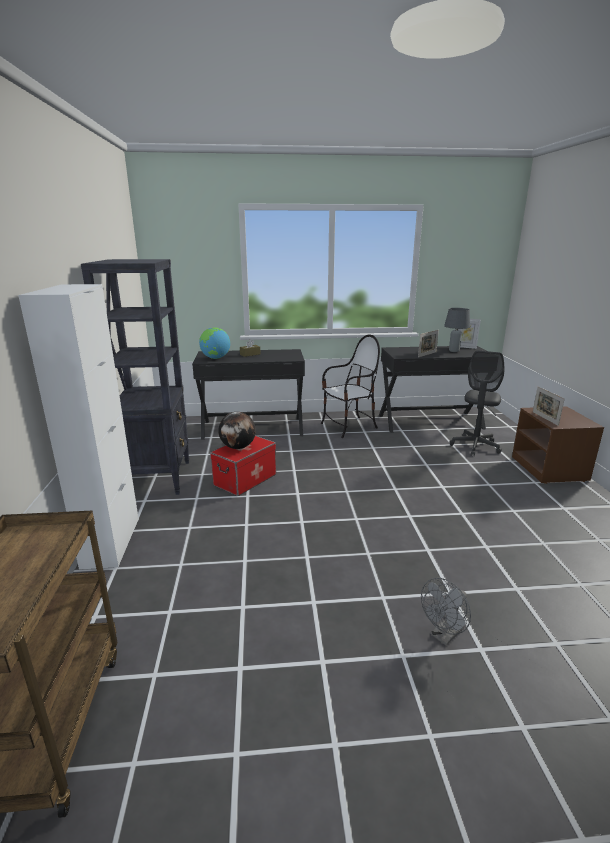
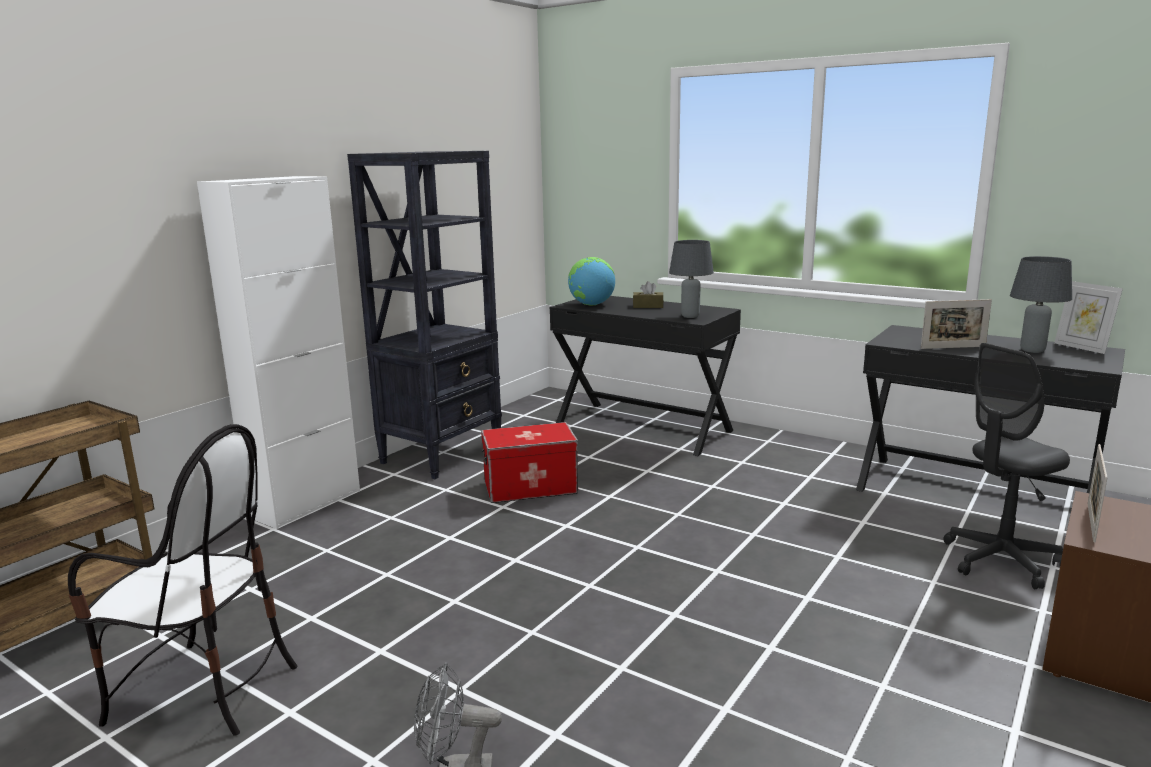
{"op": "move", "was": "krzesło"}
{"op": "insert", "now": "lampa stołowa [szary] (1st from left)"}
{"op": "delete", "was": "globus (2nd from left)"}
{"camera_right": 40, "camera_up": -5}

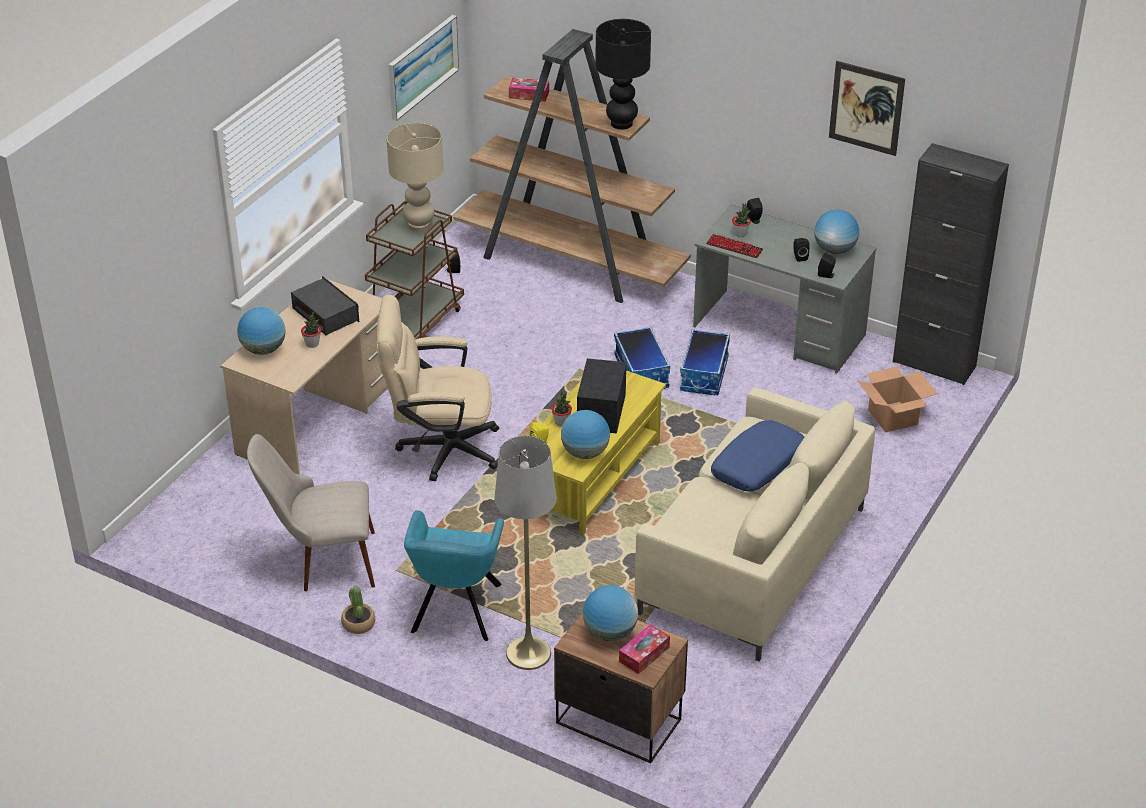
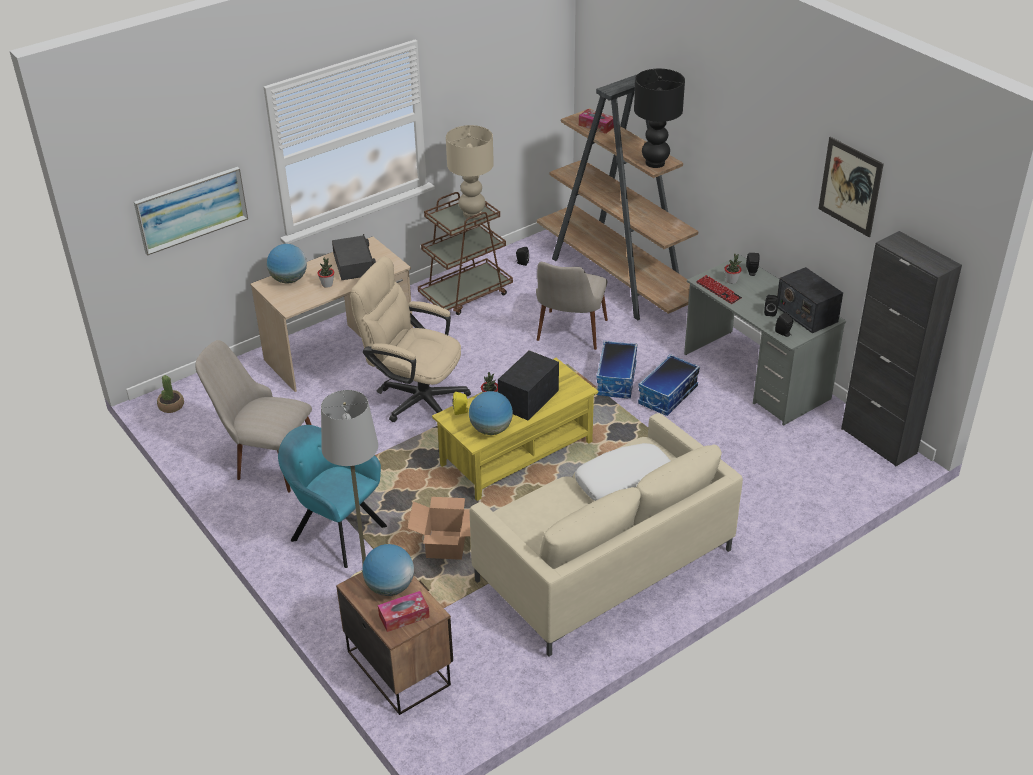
{"op": "move", "was": "obraz (1st from left)"}
{"op": "move", "was": "roślina doniczkowa (2nd from left in the first image)", "now": "roślina doniczkowa (1st from left)"}
{"op": "rotate", "was": "fotel [turkusowy]", "clockwise": 90}
{"op": "move", "was": "karton"}
{"op": "insert", "now": "krzesło [beżowy] (2nd from left)"}
{"op": "recolor", "was": "poduszka [niebieski]", "now": "poduszka [biały]"}
{"op": "replace", "was": "globus (4th from left)", "now": "radio (3rd from left)"}
{"camera_right": 25, "camera_up": 0}

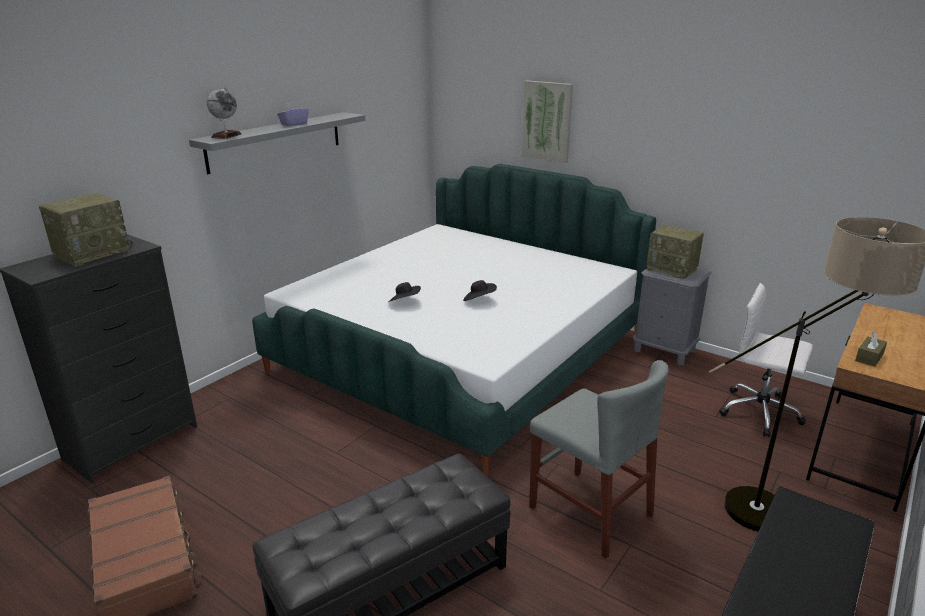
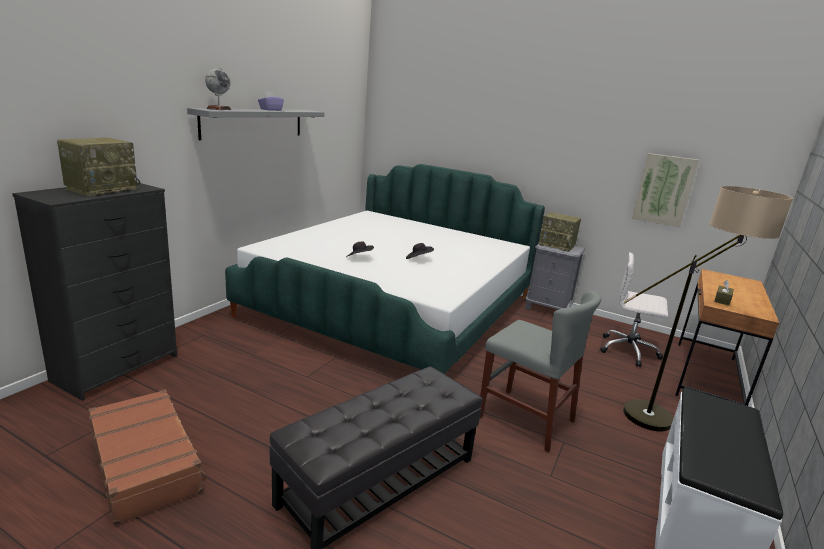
{"op": "move", "was": "obraz"}
{"camera_right": -10, "camera_up": -5}

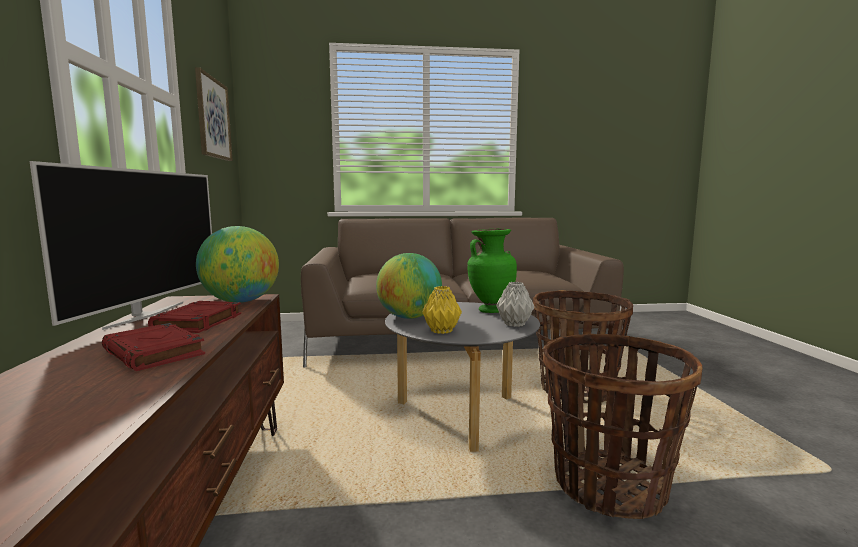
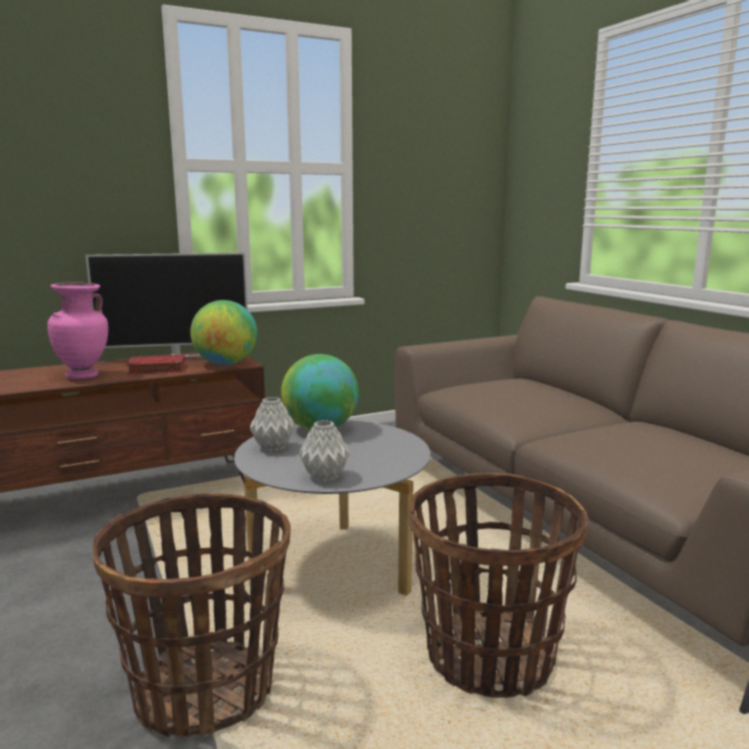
{"op": "replace", "was": "książka [czerwony] (1st from left)", "now": "wazon [różowy]"}
{"op": "recolor", "was": "wazon [żółty]", "now": "wazon [szary] (1st from left)"}
{"op": "delete", "was": "obraz"}
{"op": "delete", "was": "wazon [zielony]"}
{"camera_right": 70, "camera_up": 5}

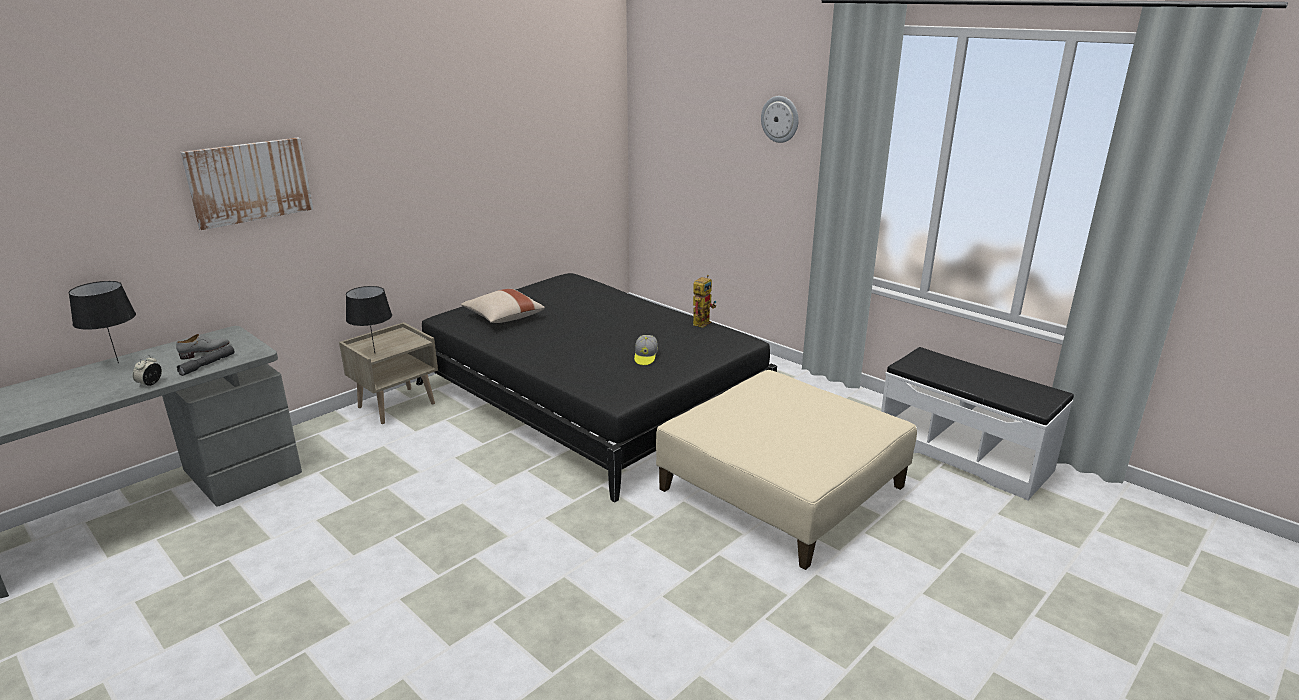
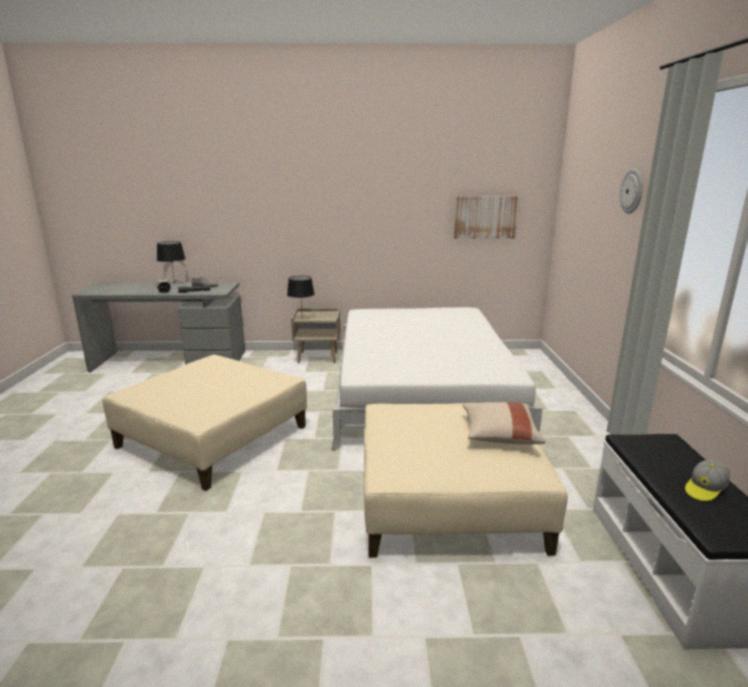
{"op": "insert", "now": "pufa [beżowy] (1st from left)"}
{"op": "recolor", "was": "łóżko [czarny]", "now": "łóżko [biały]"}
{"op": "move", "was": "obraz"}
{"op": "move", "was": "poduszka [beżowy]"}
{"op": "move", "was": "czapka z daszkiem"}
{"op": "delete", "was": "robot zabawkowy"}
{"camera_right": 45, "camera_up": -5}

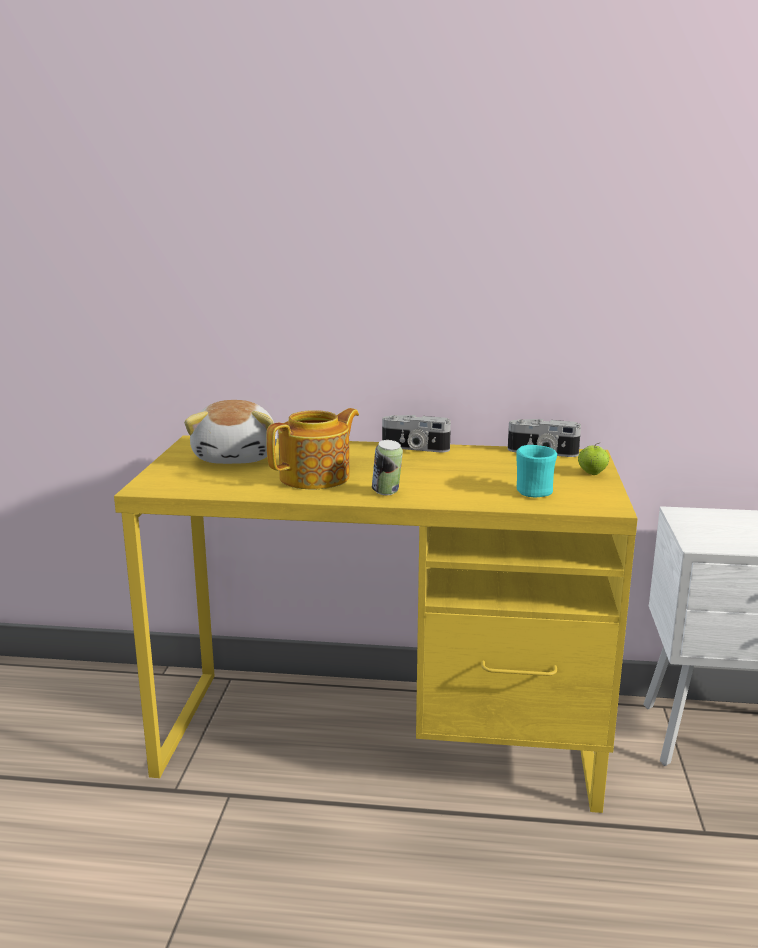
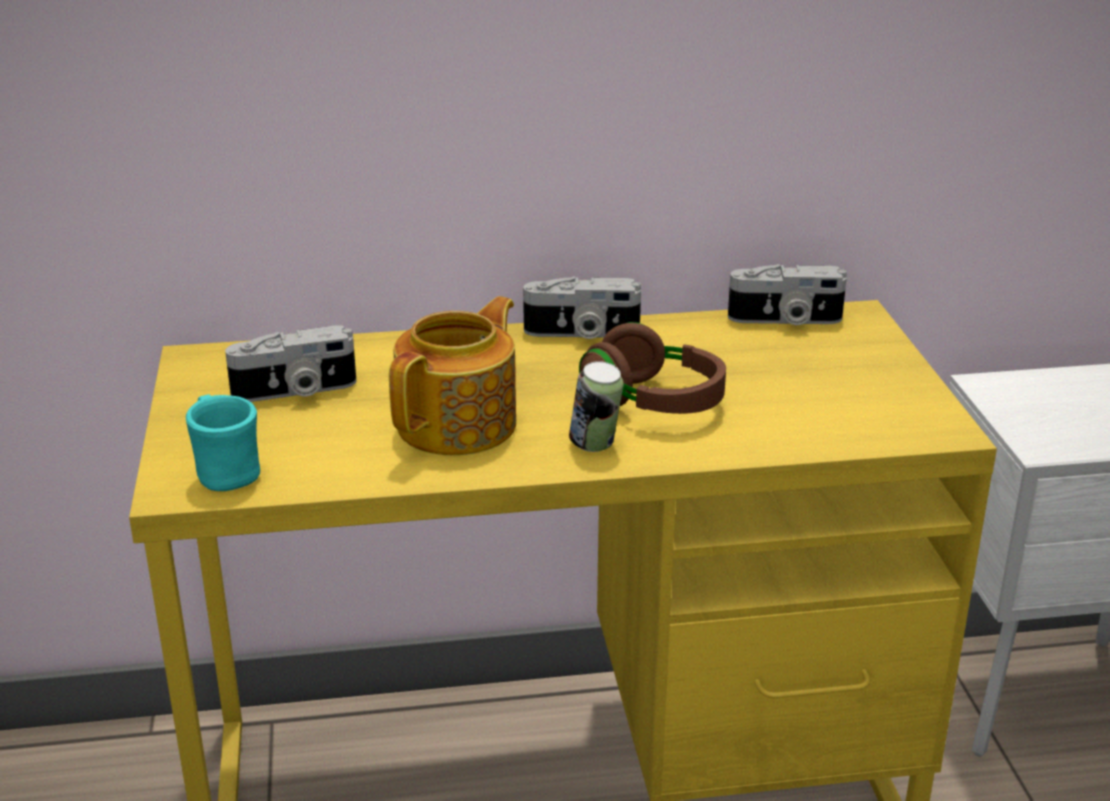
{"op": "move", "was": "kubek [turkusowy]"}
{"op": "replace", "was": "pluszak", "now": "aparat fotograficzny (1st from left)"}
{"op": "insert", "now": "słuchawki [brązowy]"}
{"op": "delete", "was": "jabłko"}
{"camera_right": -15, "camera_up": 10}

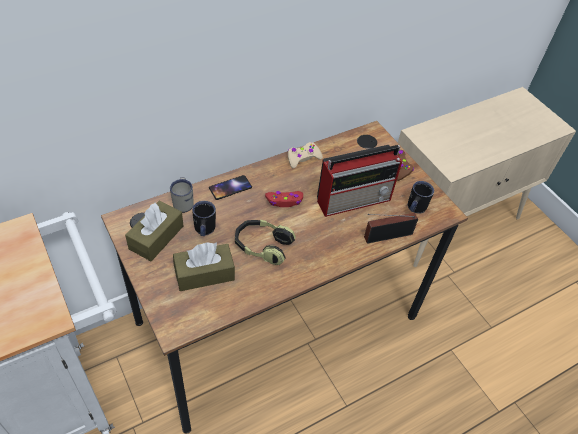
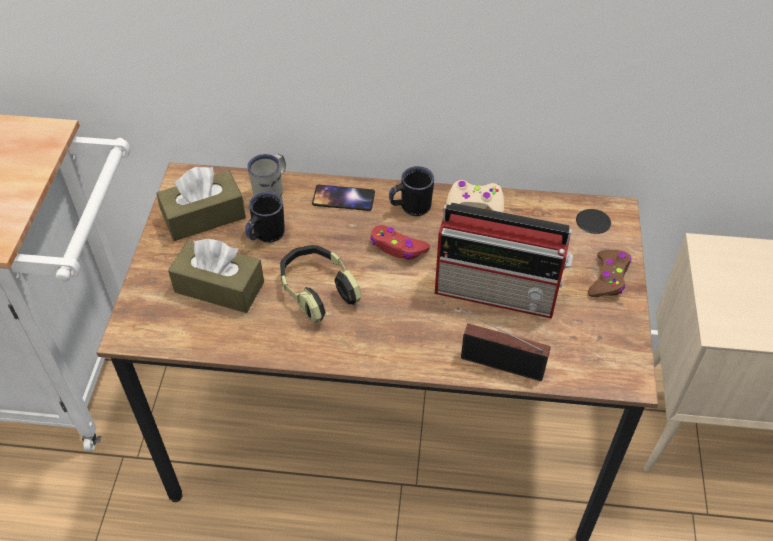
{"op": "move", "was": "kubek [czarny] (2nd from left)"}
{"camera_right": 40, "camera_up": 0}

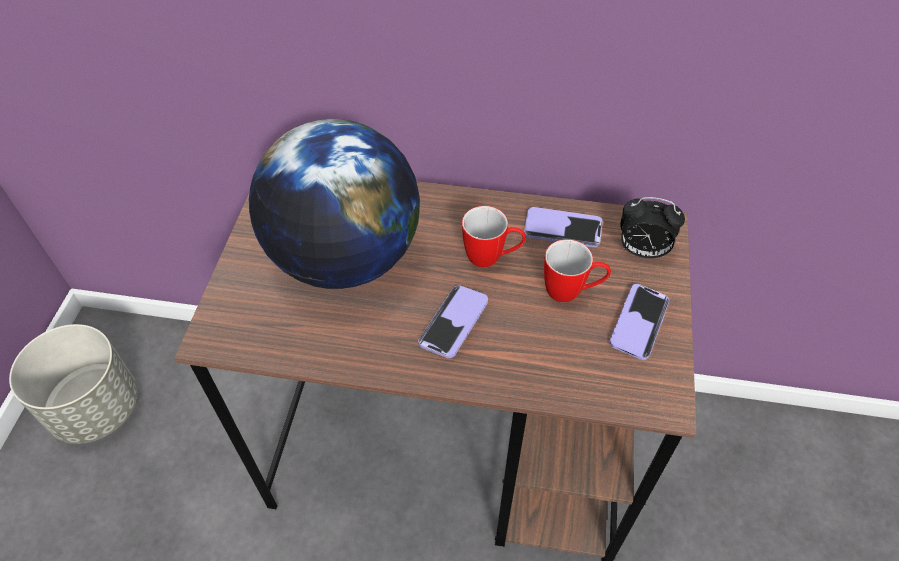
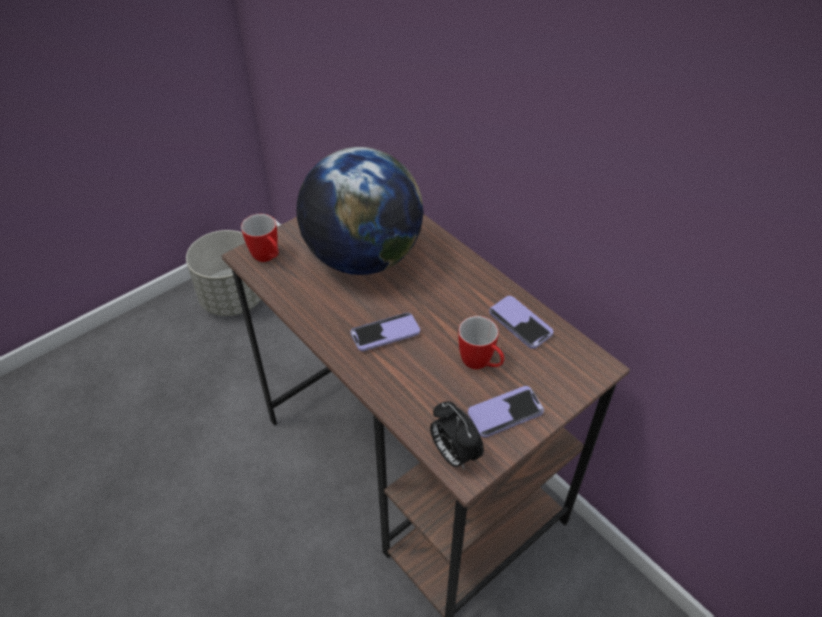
{"op": "move", "was": "kubek (1st from left)"}
{"op": "move", "was": "budzik"}
{"camera_right": 40, "camera_up": -5}

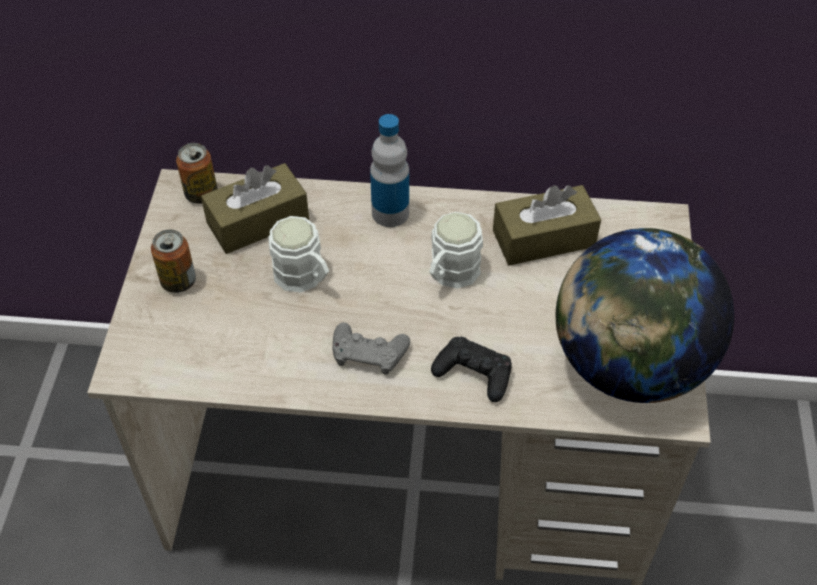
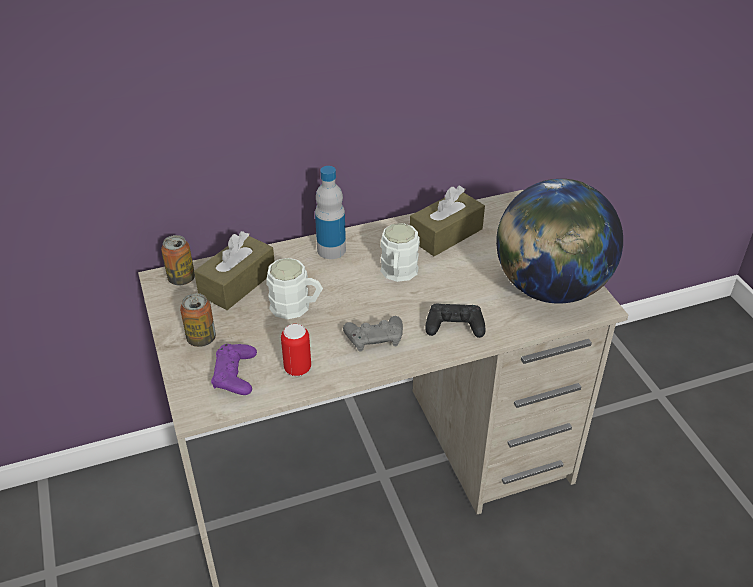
{"op": "insert", "now": "pad do gier [fioletowy]"}
{"op": "insert", "now": "puszka (3rd from left)"}
{"camera_right": -25, "camera_up": -10}

